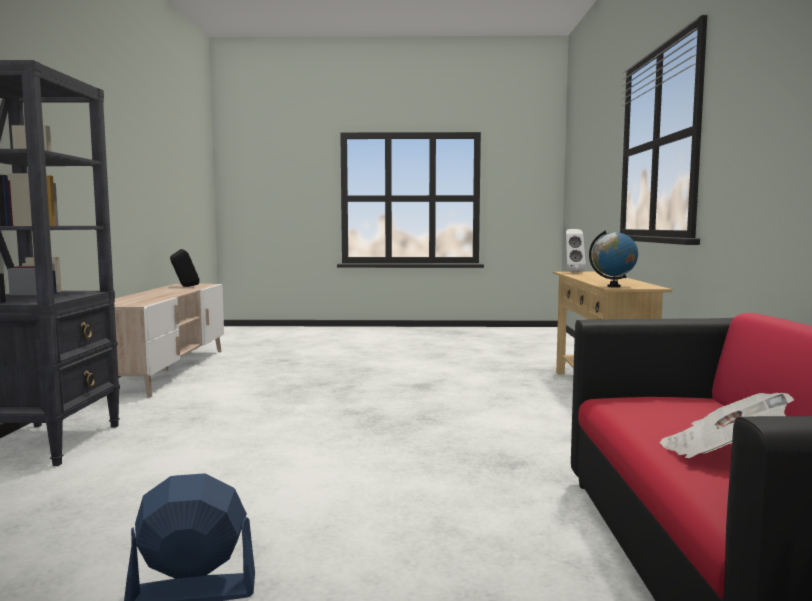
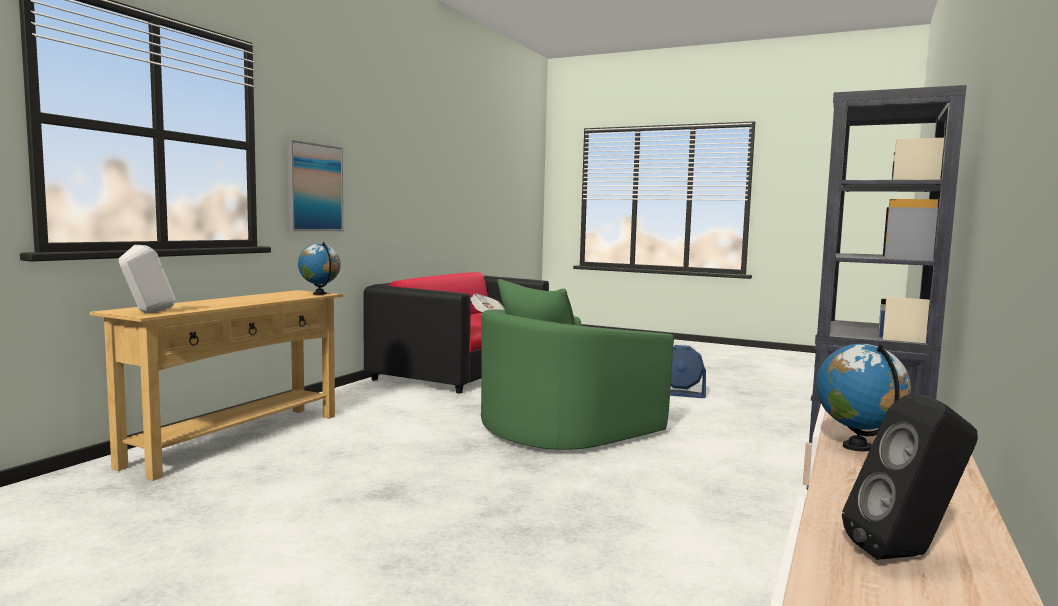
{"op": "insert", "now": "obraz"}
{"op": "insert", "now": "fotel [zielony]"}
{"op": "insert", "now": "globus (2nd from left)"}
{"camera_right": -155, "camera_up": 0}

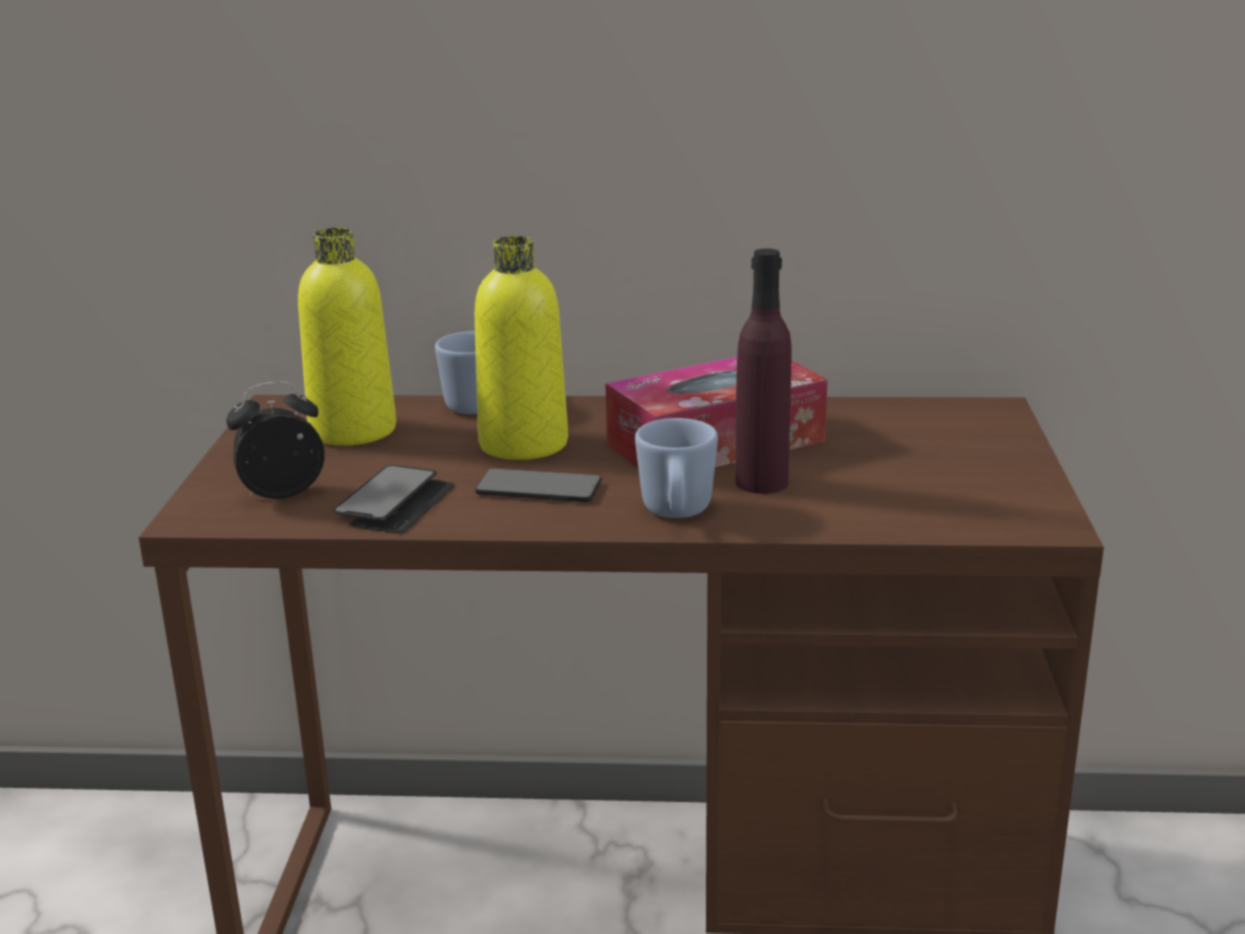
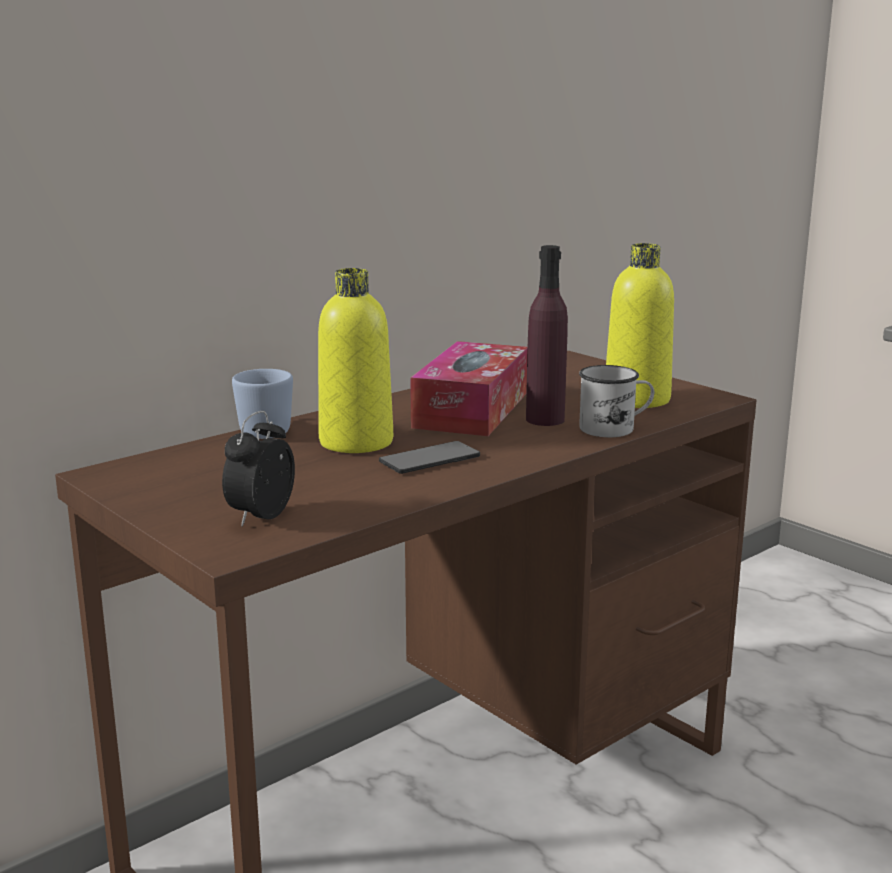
{"op": "insert", "now": "kubek [biały]"}
{"op": "move", "was": "butelka [żółty] (1st from left in the first image)", "now": "butelka [żółty] (2nd from left)"}
{"op": "delete", "was": "telefon (1st from left)"}
{"op": "delete", "was": "kubek [niebieski] (2nd from left)"}
{"camera_right": -45, "camera_up": -5}

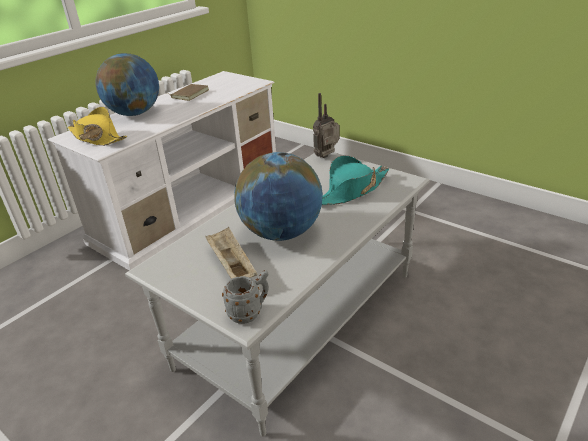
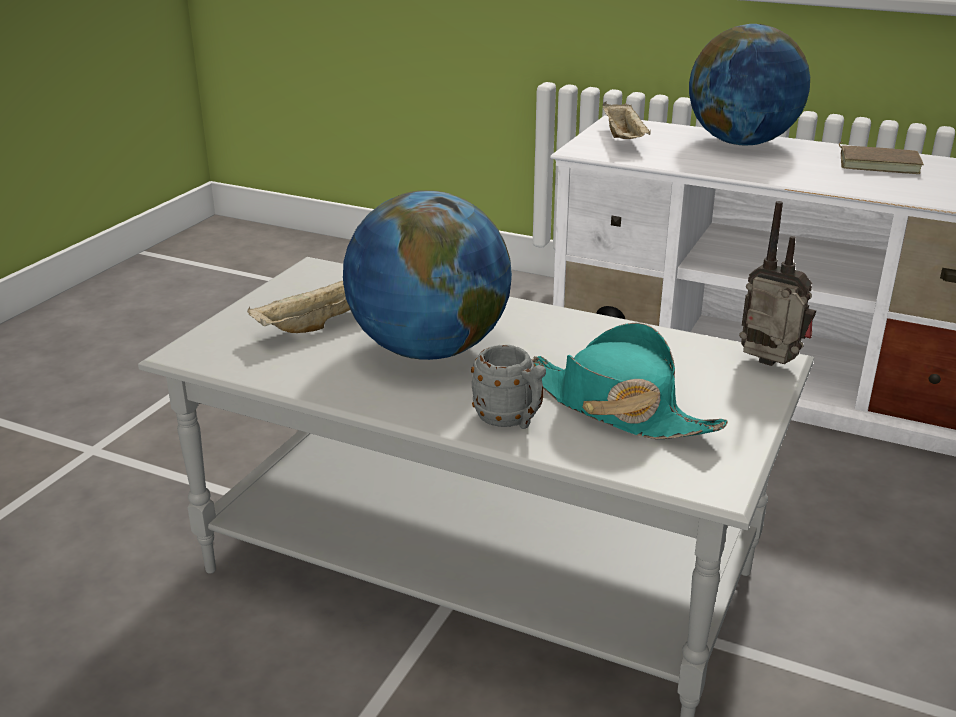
{"op": "move", "was": "kubek [szary]"}
{"op": "replace", "was": "kapelusz [żółty]", "now": "taca [beżowy] (2nd from left)"}
{"camera_right": 75, "camera_up": -5}

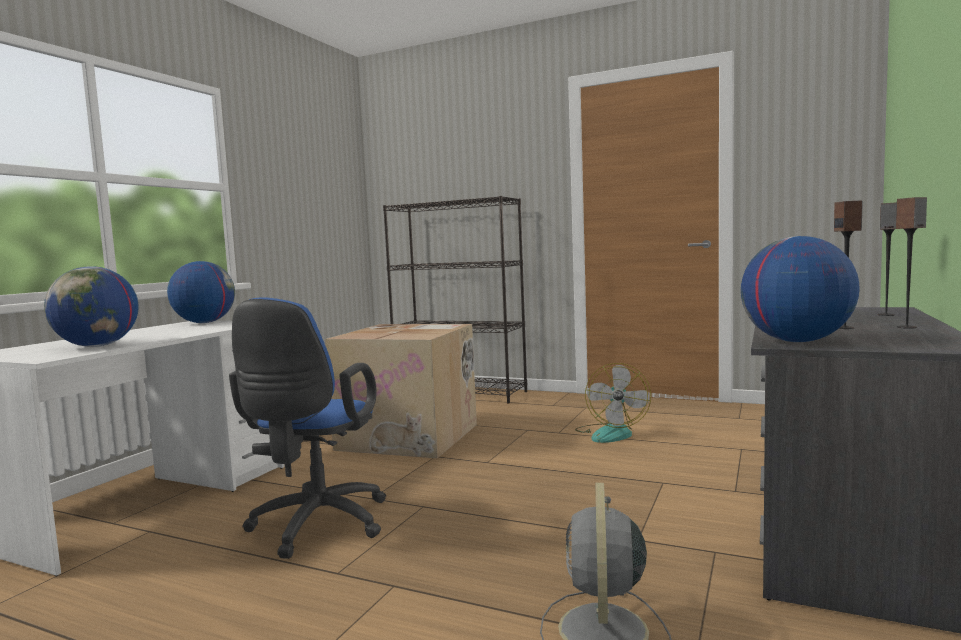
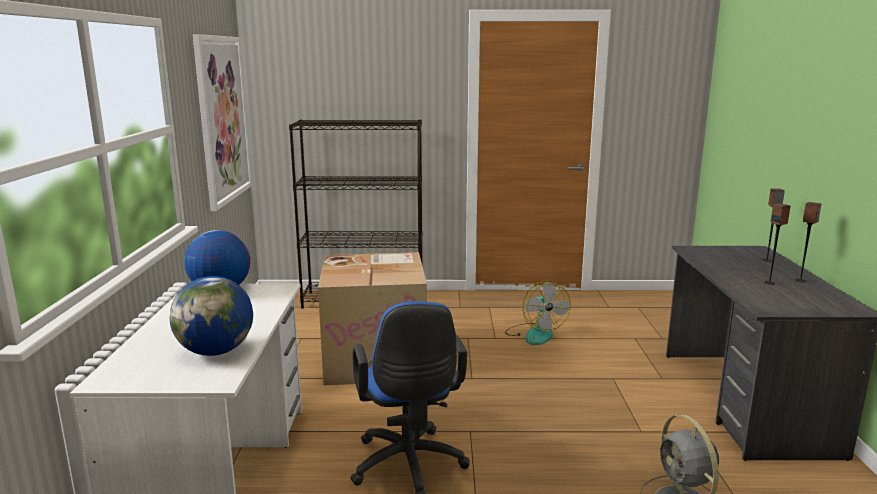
{"op": "insert", "now": "obraz"}
{"op": "delete", "was": "globus (3rd from left)"}
{"camera_right": -25, "camera_up": 10}

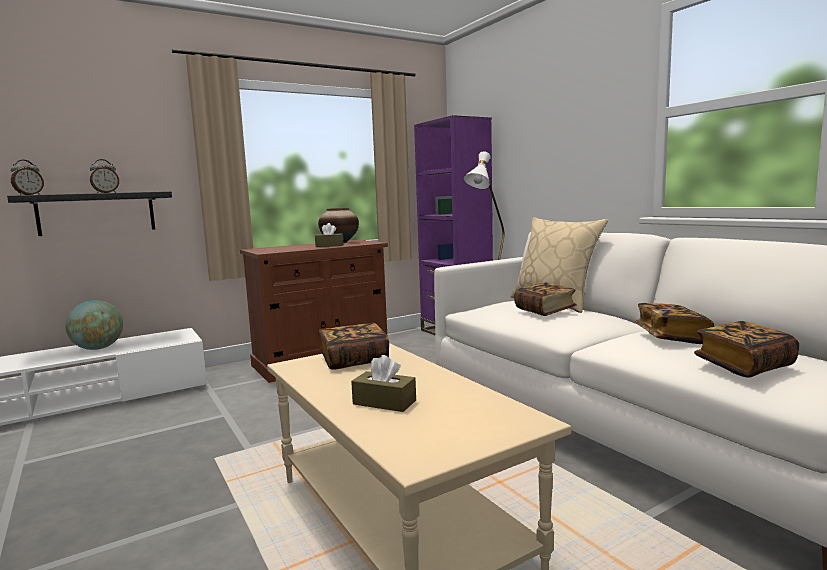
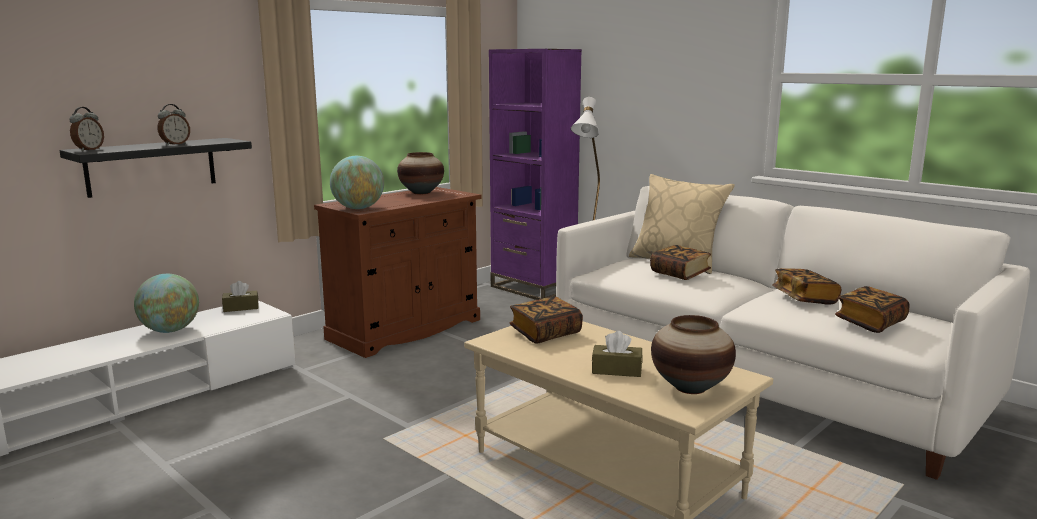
{"op": "move", "was": "pudełko chusteczek [brązowy] (1st from left)"}
{"op": "insert", "now": "globus (2nd from left)"}
{"op": "insert", "now": "wazon (2nd from left)"}
{"camera_right": -15, "camera_up": 5}

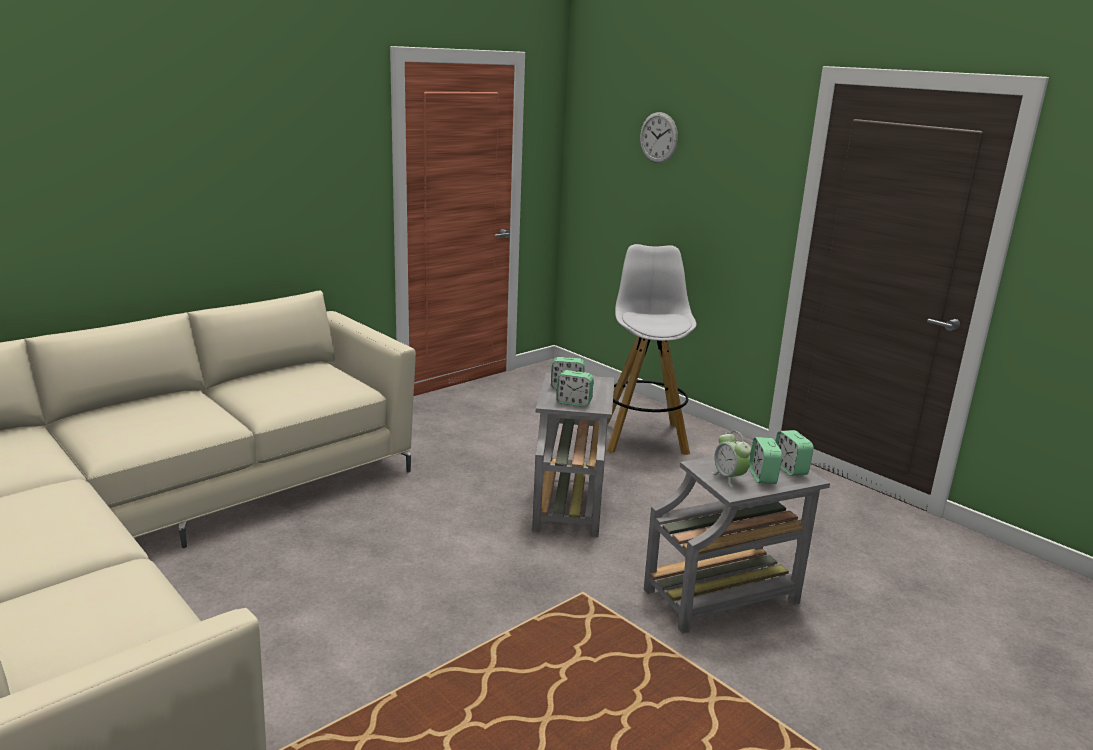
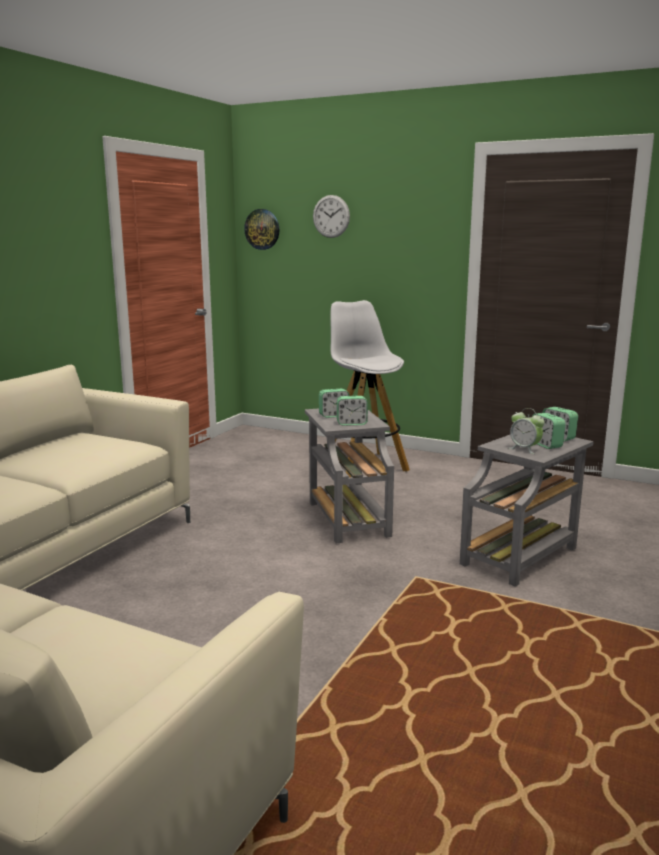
{"op": "insert", "now": "zegar ścienny (1st from left)"}
{"camera_right": -20, "camera_up": -5}

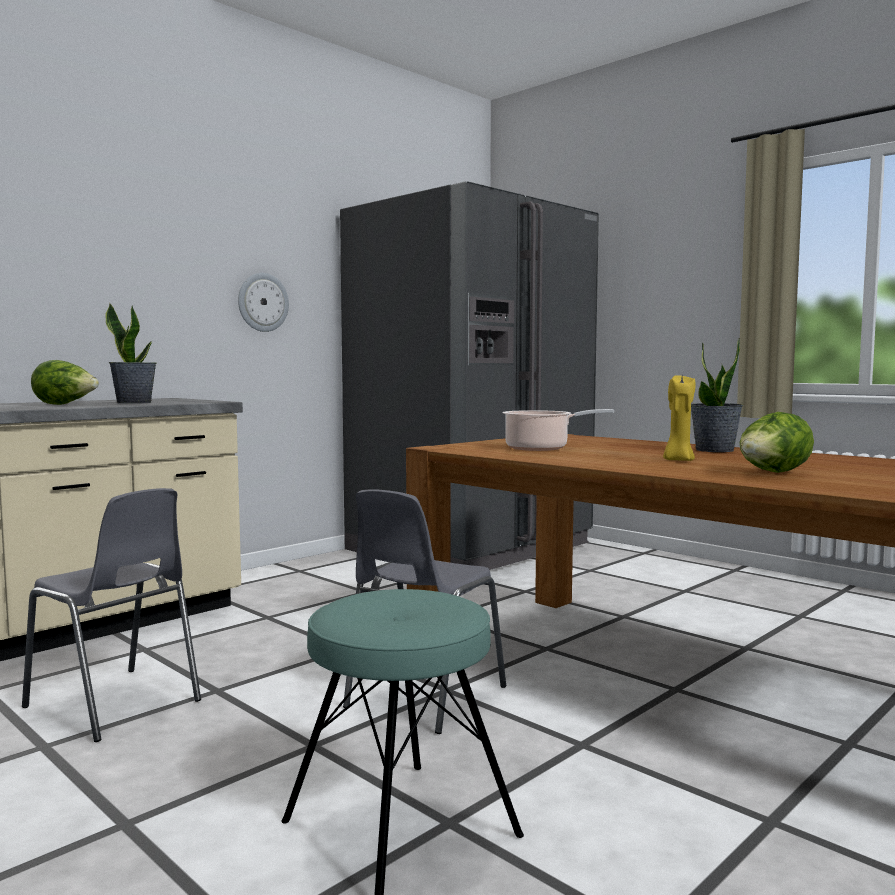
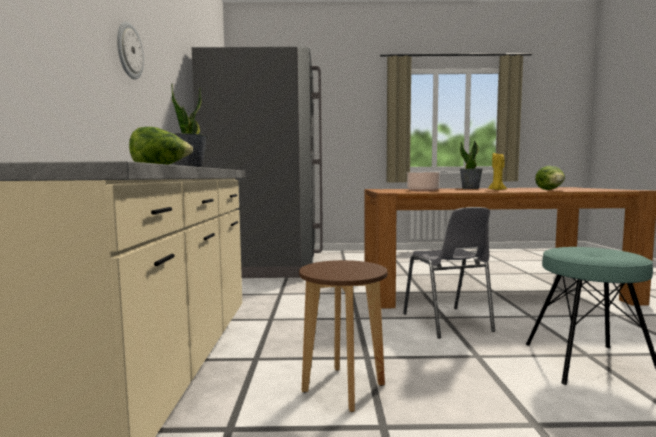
{"op": "move", "was": "zegar ścienny"}
{"op": "replace", "was": "krzesło [szary] (1st from left)", "now": "stołek [brązowy]"}
{"camera_right": -45, "camera_up": 0}

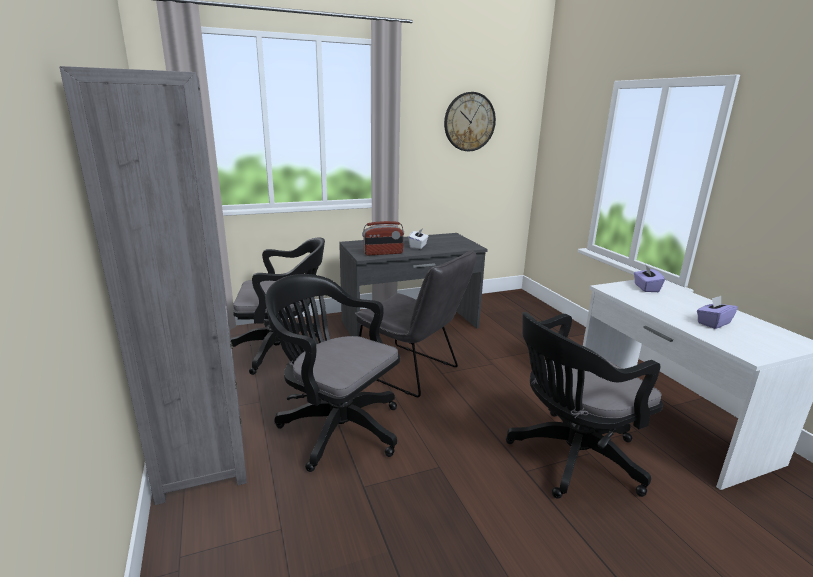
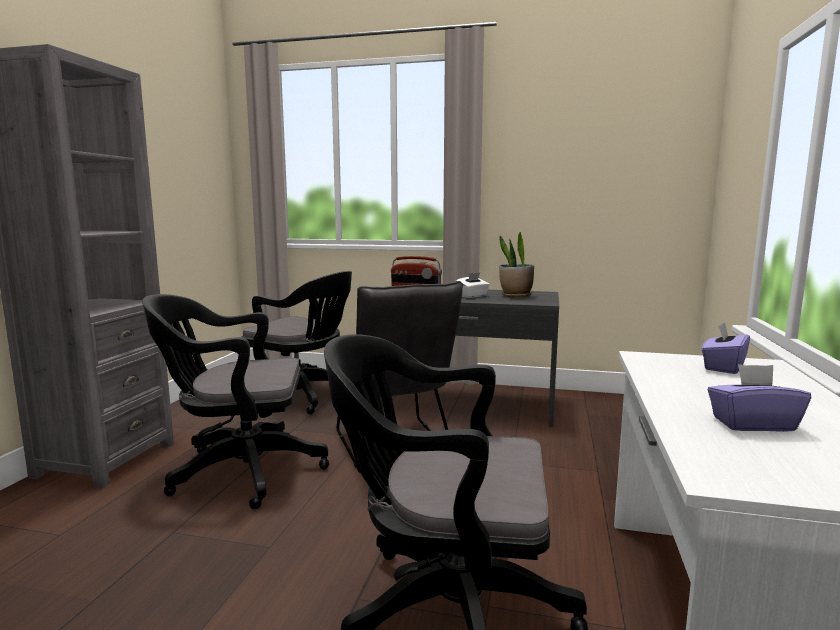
{"op": "rotate", "was": "krzesło biurowe [czarny] (2nd from left in the first image)", "clockwise": -75}
{"op": "insert", "now": "roślina doniczkowa"}
{"op": "delete", "was": "zegar ścienny"}
{"camera_right": 35, "camera_up": -10}

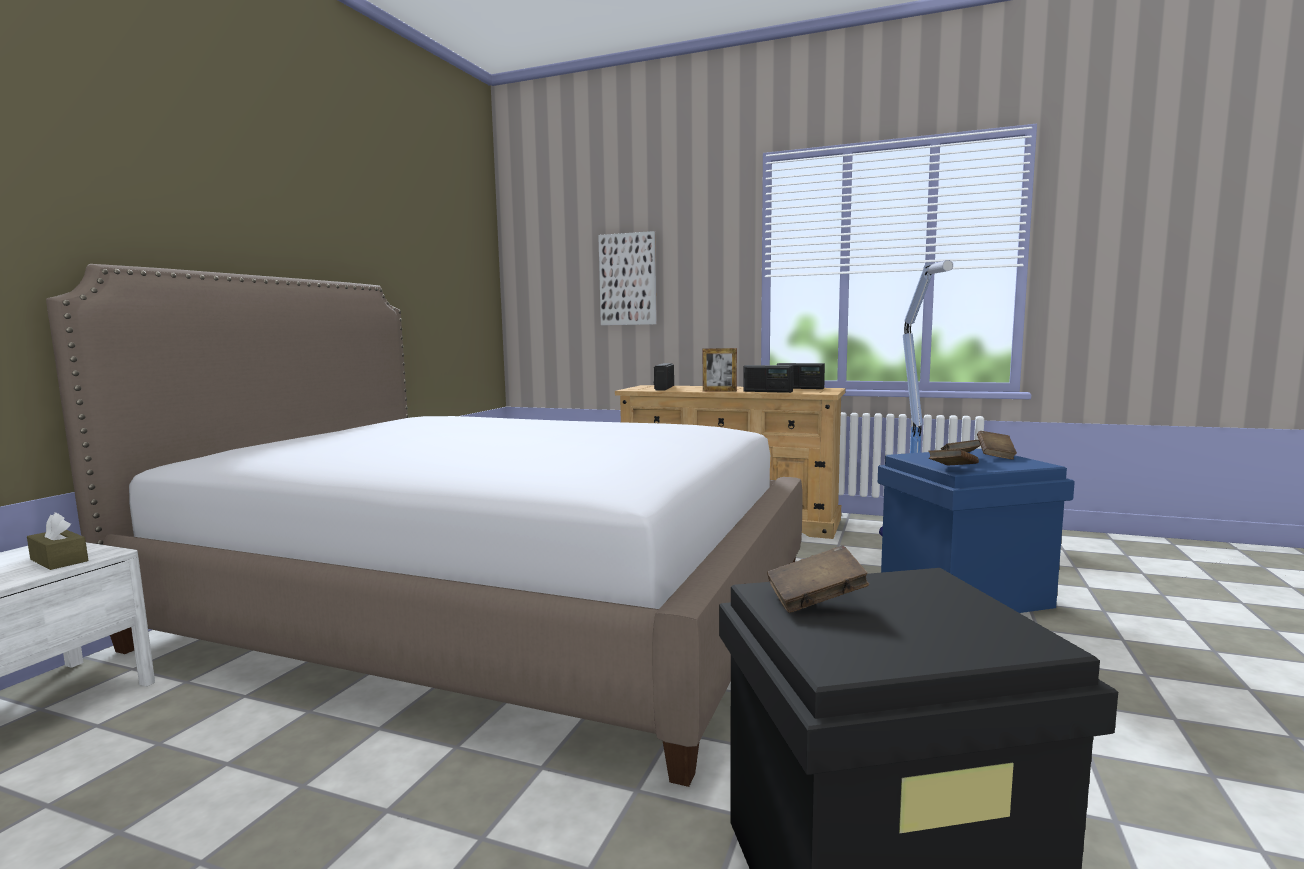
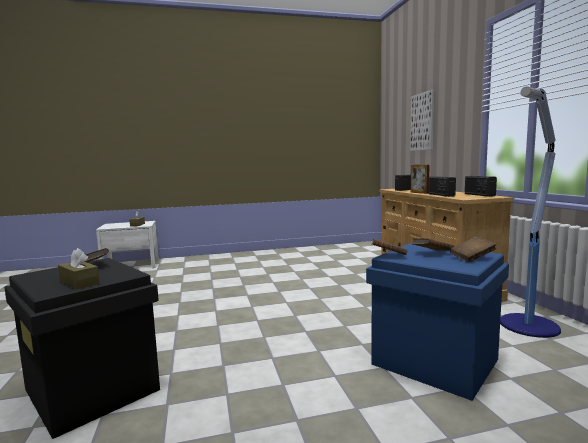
{"op": "insert", "now": "pudełko chusteczek [brązowy] (1st from left)"}
{"op": "delete", "was": "łóżko"}
{"camera_right": 55, "camera_up": 0}

